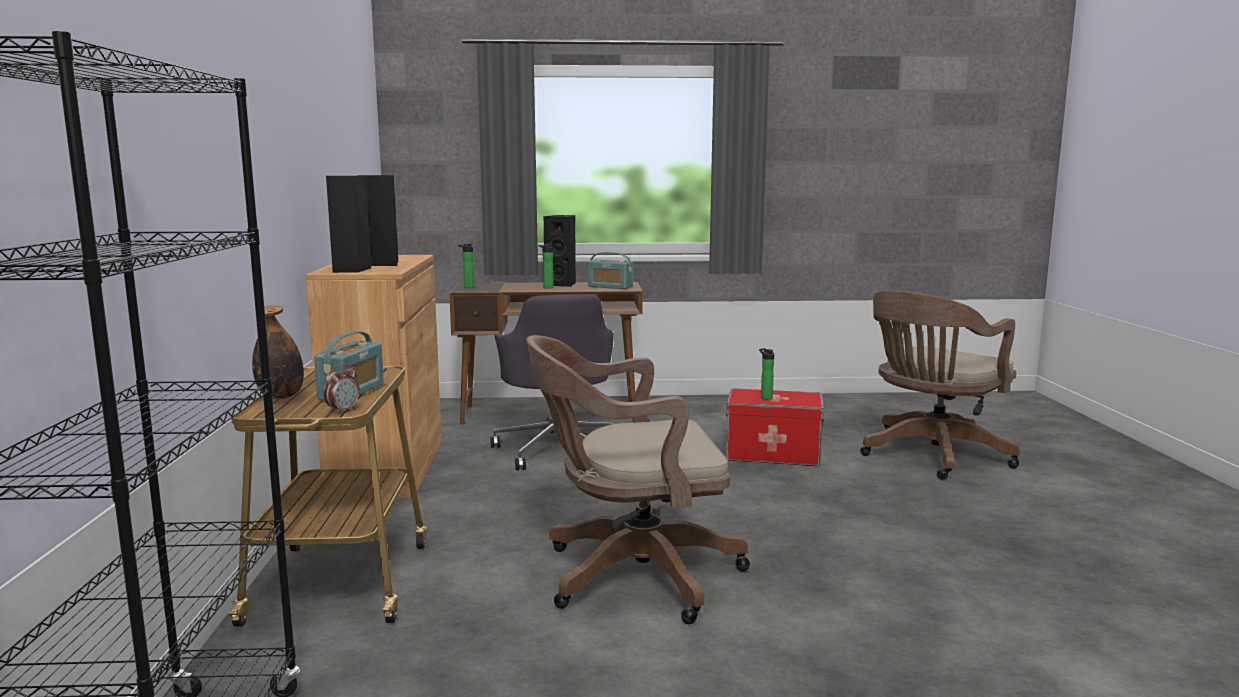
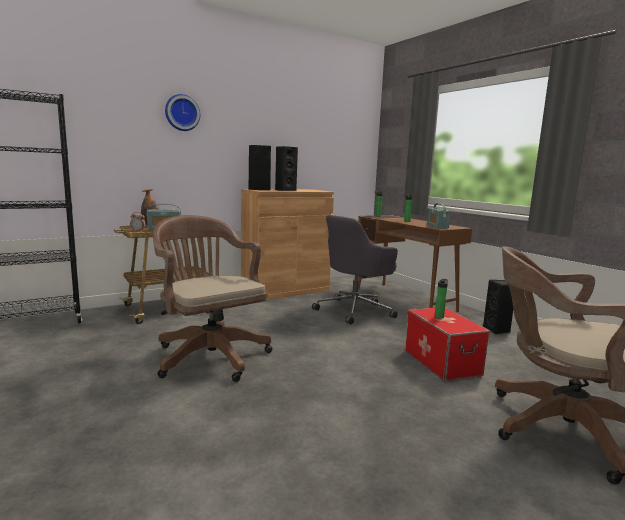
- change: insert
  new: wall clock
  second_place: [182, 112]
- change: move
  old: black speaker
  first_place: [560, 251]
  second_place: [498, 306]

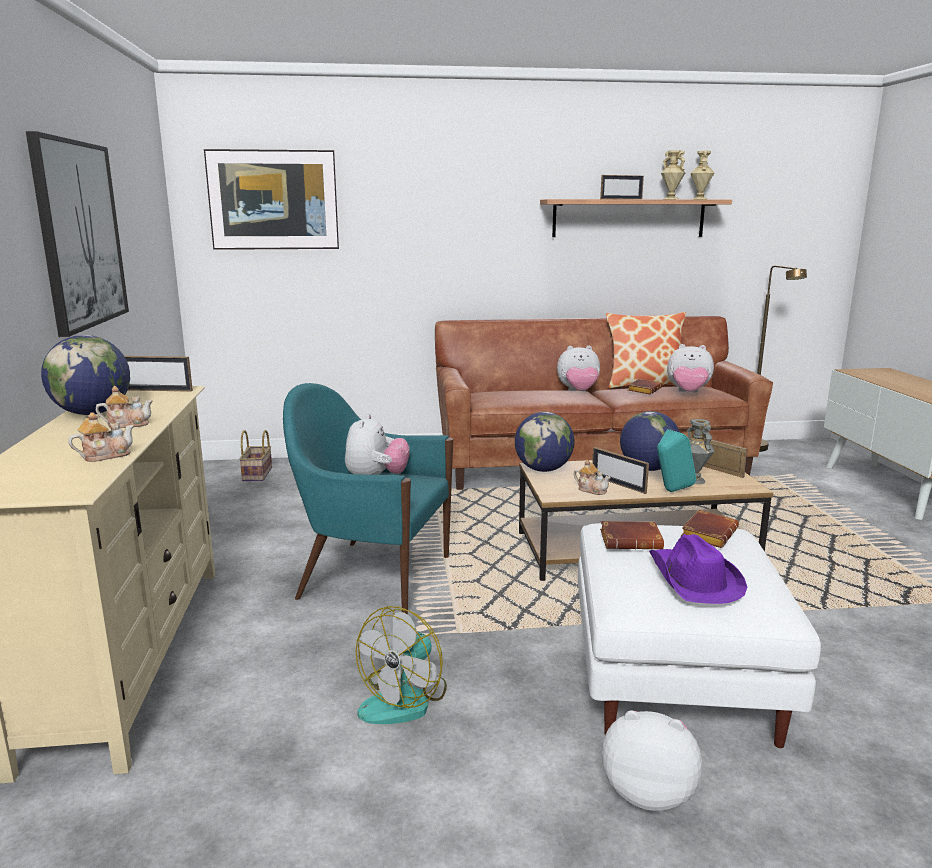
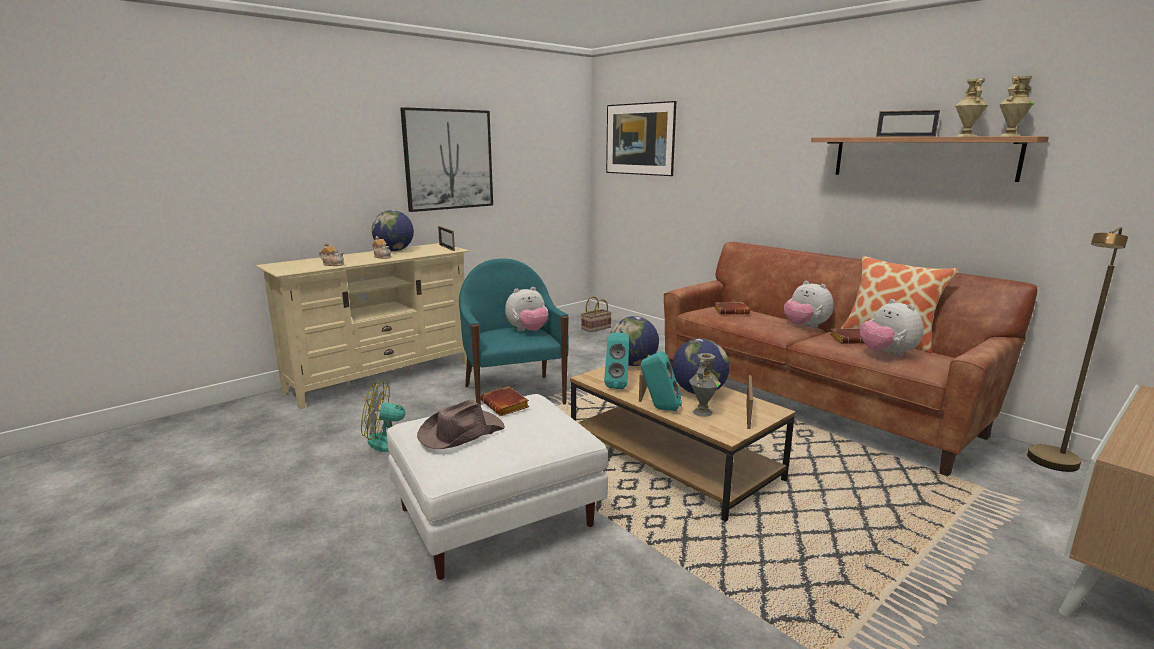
- change: recolor
  old: purple hat
  new: brown hat
  first_place: [698, 569]
  second_place: [461, 424]
- change: replace
  old: teapot
  new: turquoise speaker
  first_place: [592, 477]
  second_place: [616, 361]
- change: move
  old: brown book
  first_place: [710, 529]
  second_place: [732, 308]
- change: delete
  old: plush toy
  first_place: [652, 760]

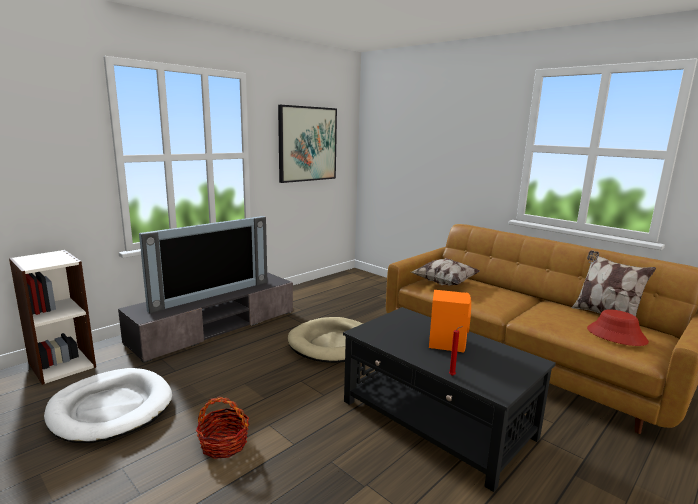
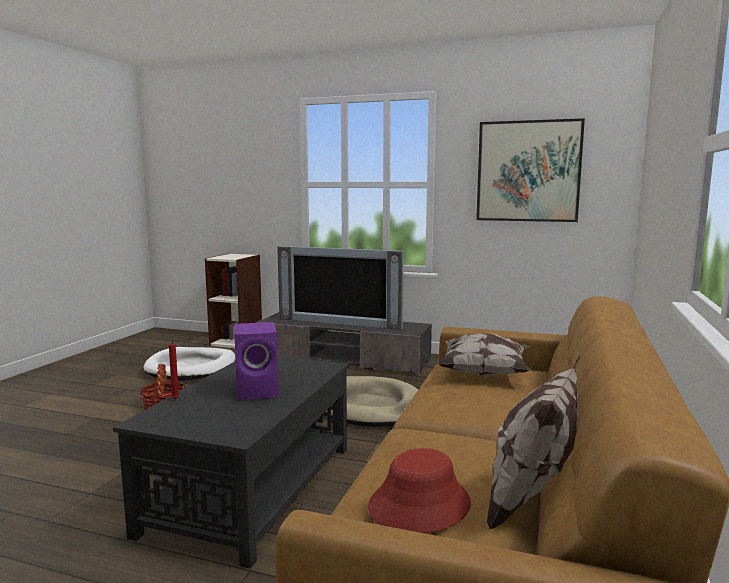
- change: recolor
  old: orange speaker
  new: purple speaker
  first_place: [450, 321]
  second_place: [256, 360]

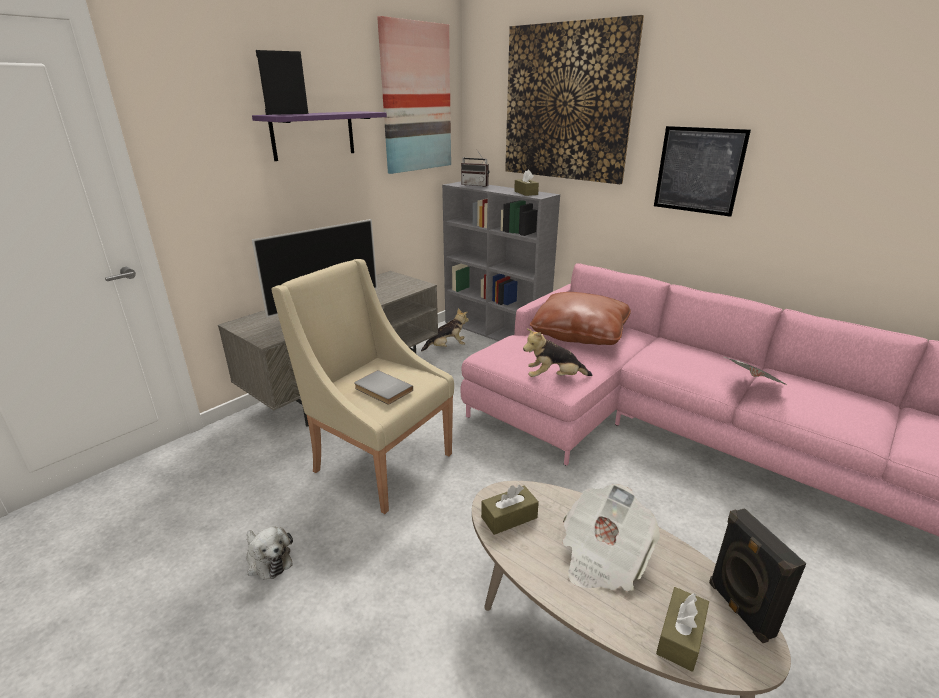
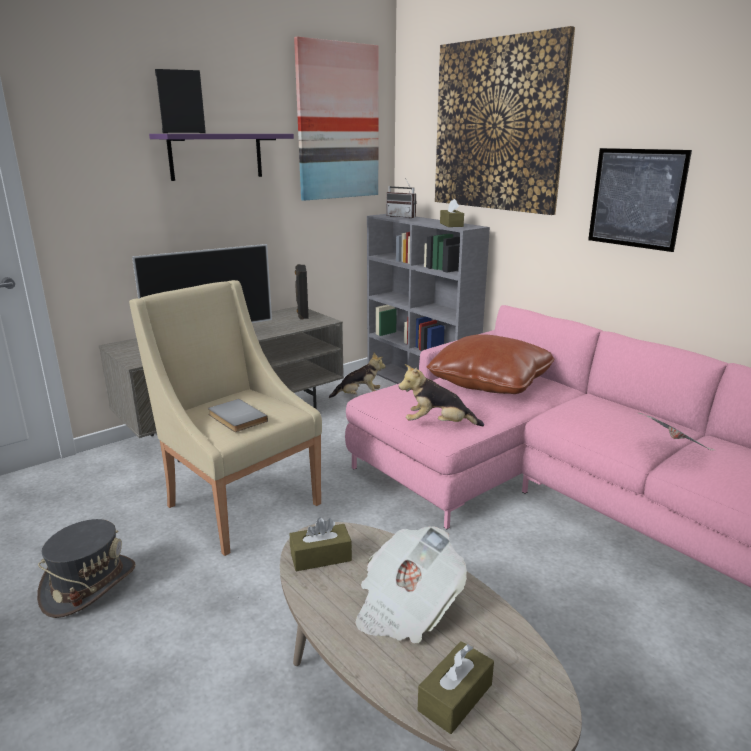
- change: replace
  old: plush toy
  new: grey hat
  first_place: [269, 552]
  second_place: [86, 568]
- change: move
  old: black speaker
  first_place: [757, 575]
  second_place: [302, 292]

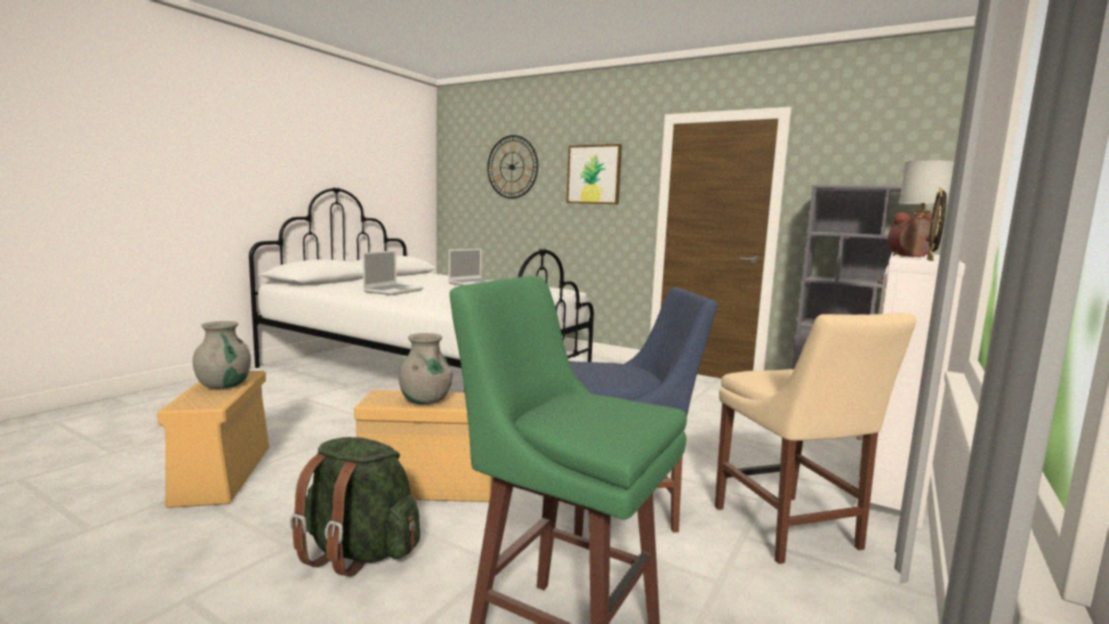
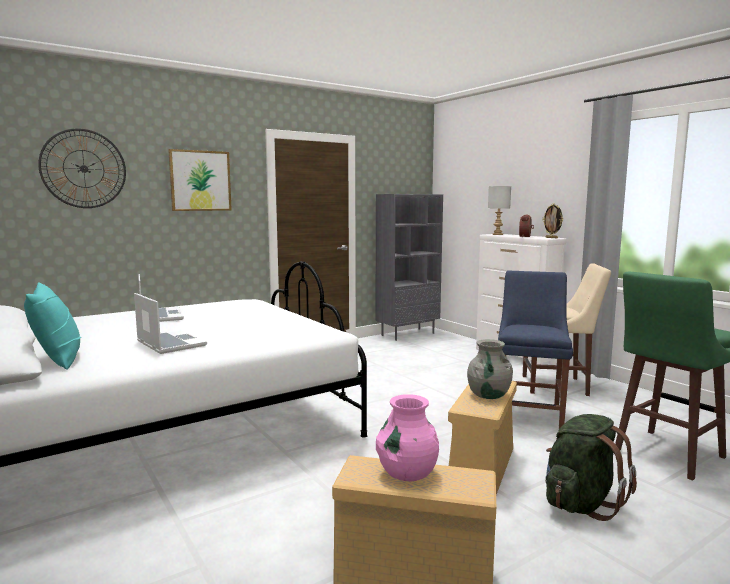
- change: insert
  new: turquoise pillow
  second_place: [52, 326]
- change: recolor
  old: grey vase
  new: pink vase
  first_place: [222, 355]
  second_place: [407, 438]

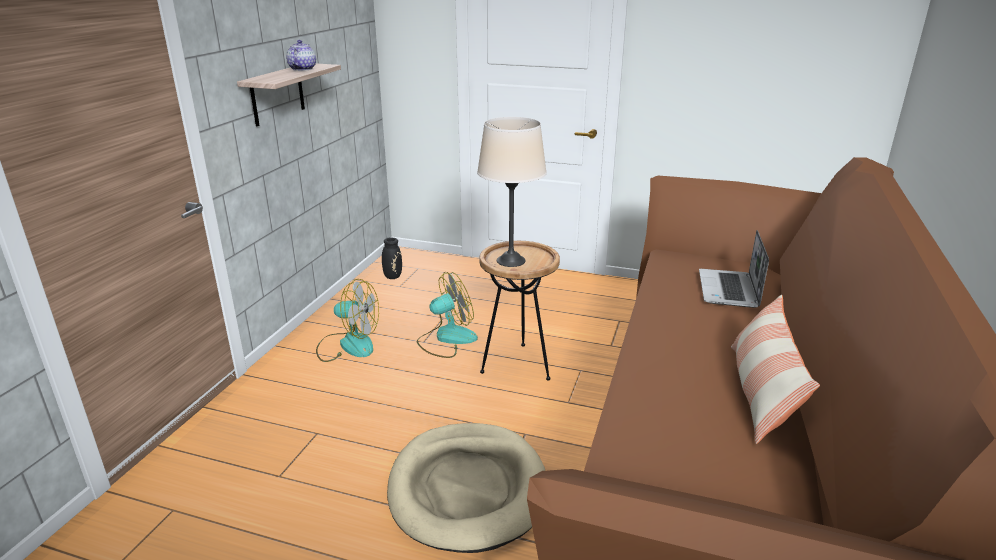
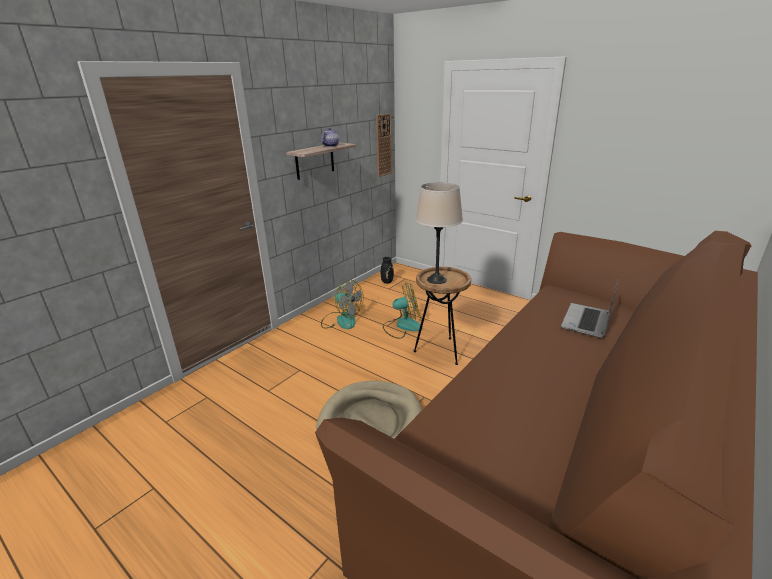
- change: insert
  new: wall clock
  second_place: [384, 145]
- change: delete
  old: pillow
  first_place: [775, 369]

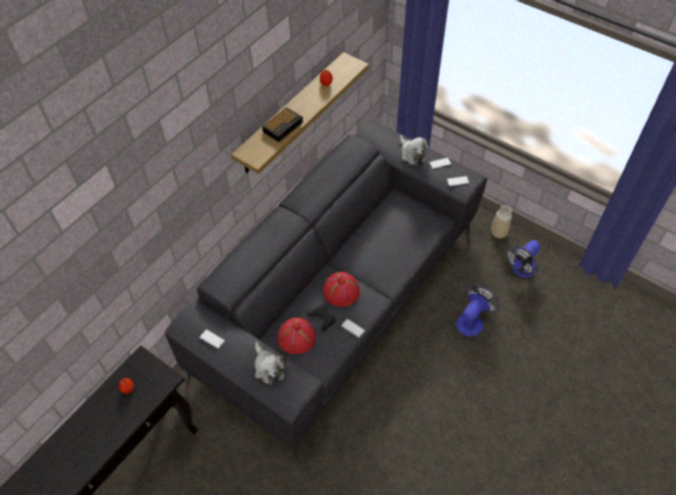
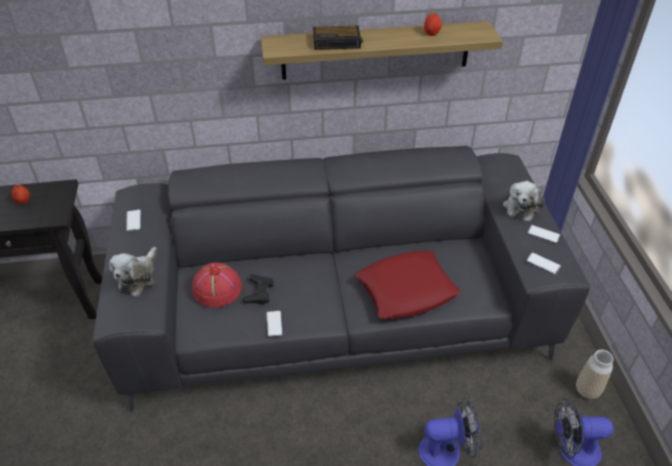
- change: insert
  new: red pillow
  second_place: [408, 285]
- change: delete
  old: red hat
  first_place: [341, 289]

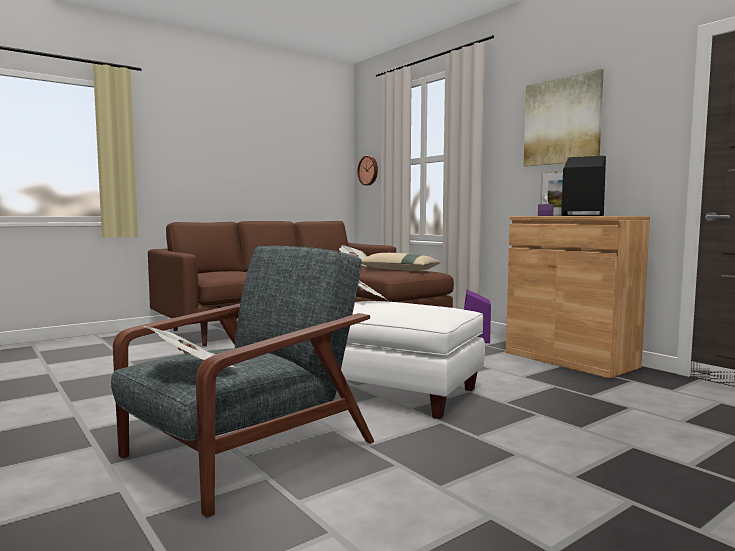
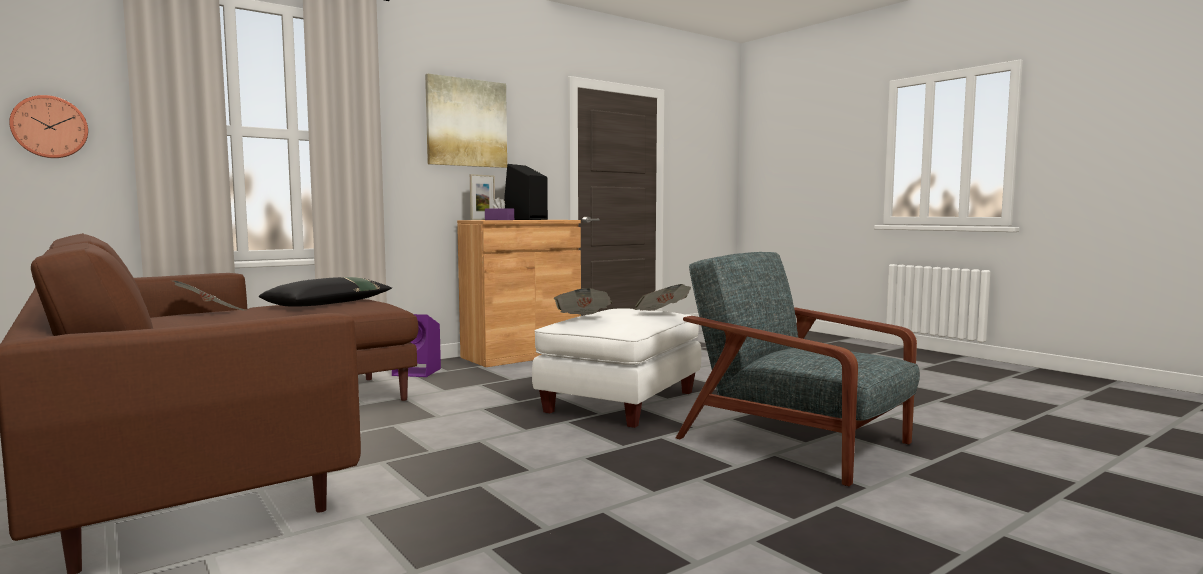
- change: recolor
  old: beige pillow
  new: black pillow
  first_place: [400, 262]
  second_place: [325, 292]
- change: move
  old: newspaper
  first_place: [190, 347]
  second_place: [662, 297]

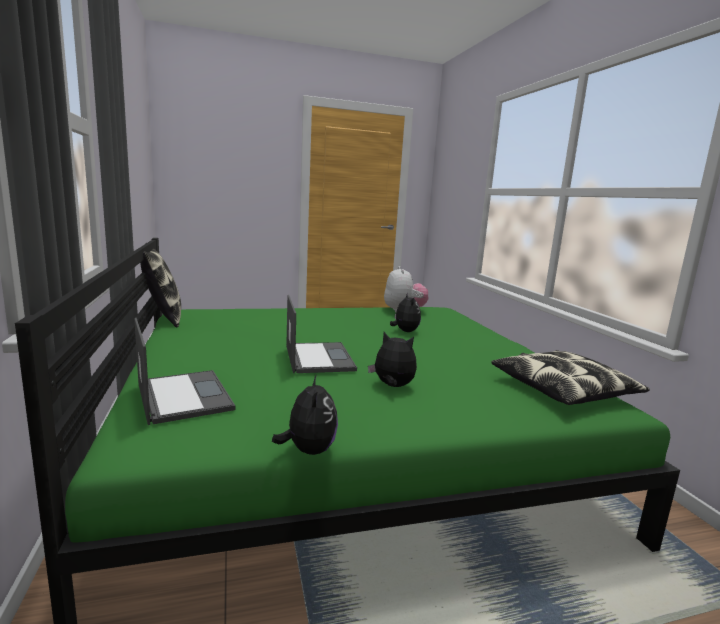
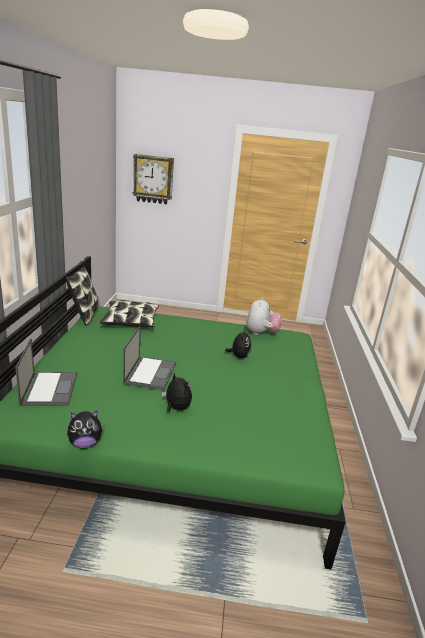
- change: rotate
  old: plush toy
  first_place: [305, 414]
  second_place: [85, 429]
  degrees: 60
- change: move
  old: pillow
  first_place: [570, 377]
  second_place: [129, 313]
- change: insert
  new: wall clock
  second_place: [153, 179]

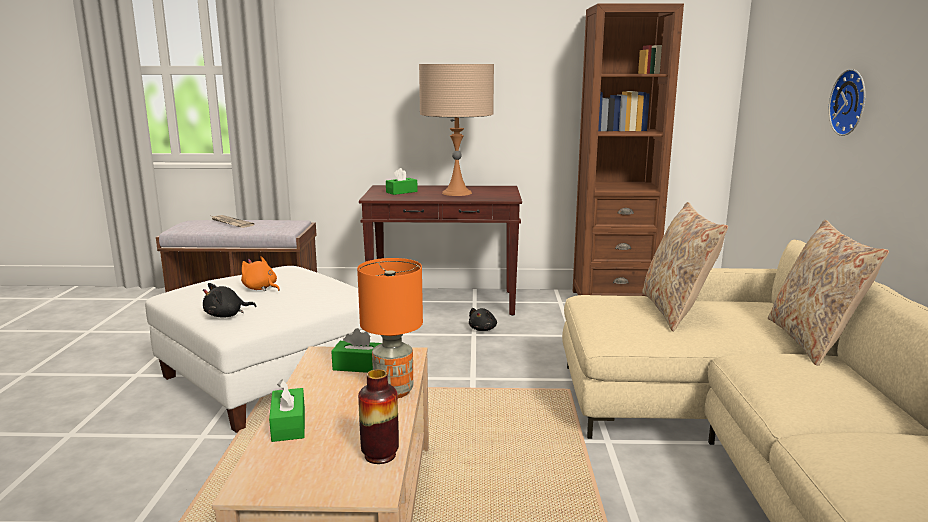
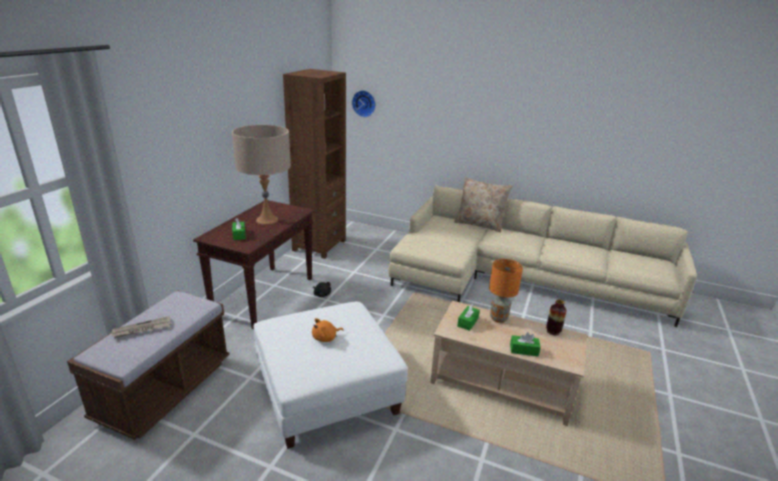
- change: move
  old: wall clock
  first_place: [846, 102]
  second_place: [364, 103]
- change: delete
  old: black plush toy
  first_place: [229, 300]
- change: delete
  old: beige pillow
  first_place: [685, 267]

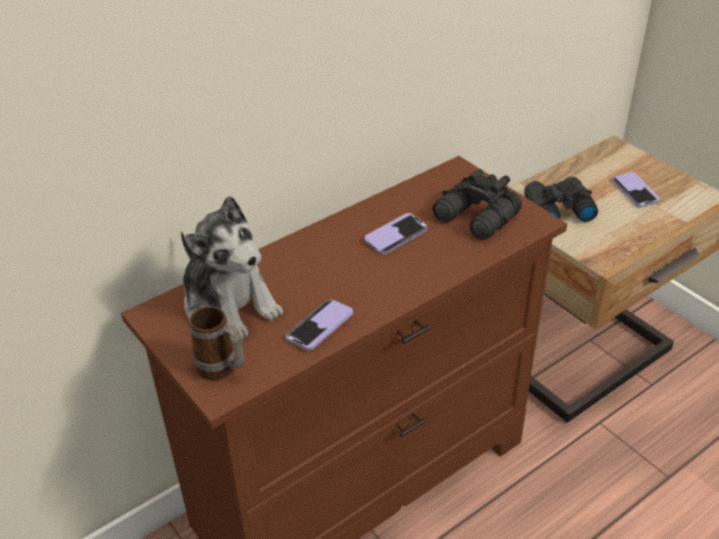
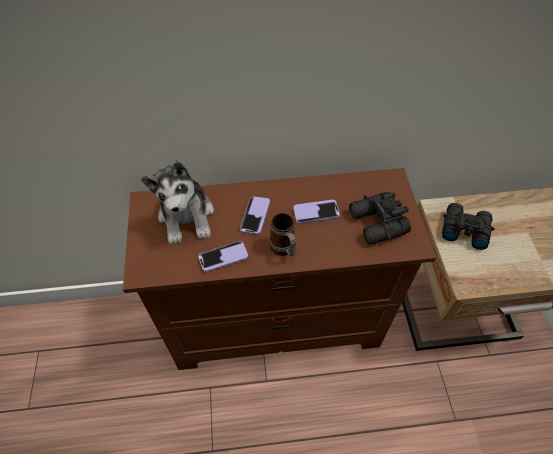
- change: move
  old: phone
  first_place: [636, 190]
  second_place: [255, 215]
- change: move
  old: mug
  first_place: [216, 343]
  second_place: [283, 234]

